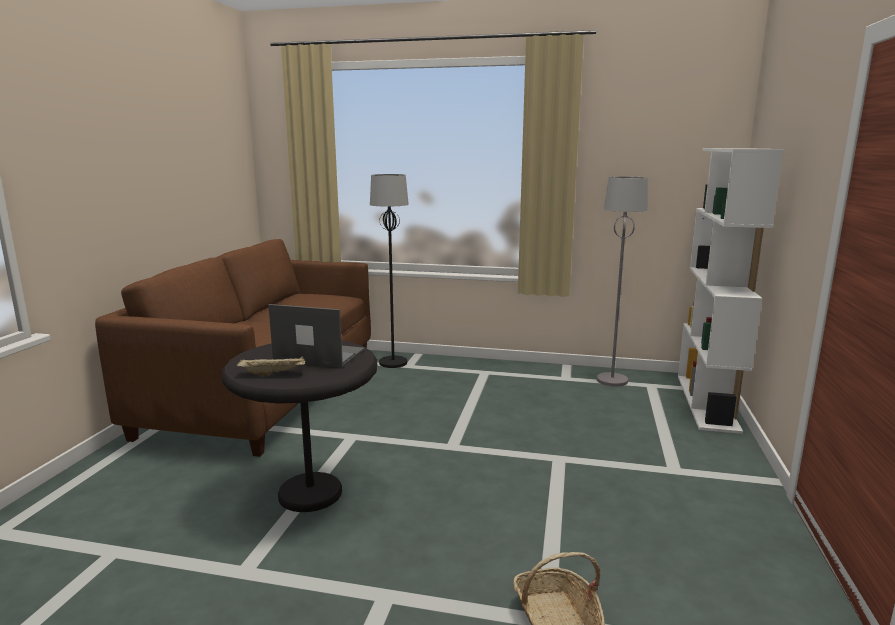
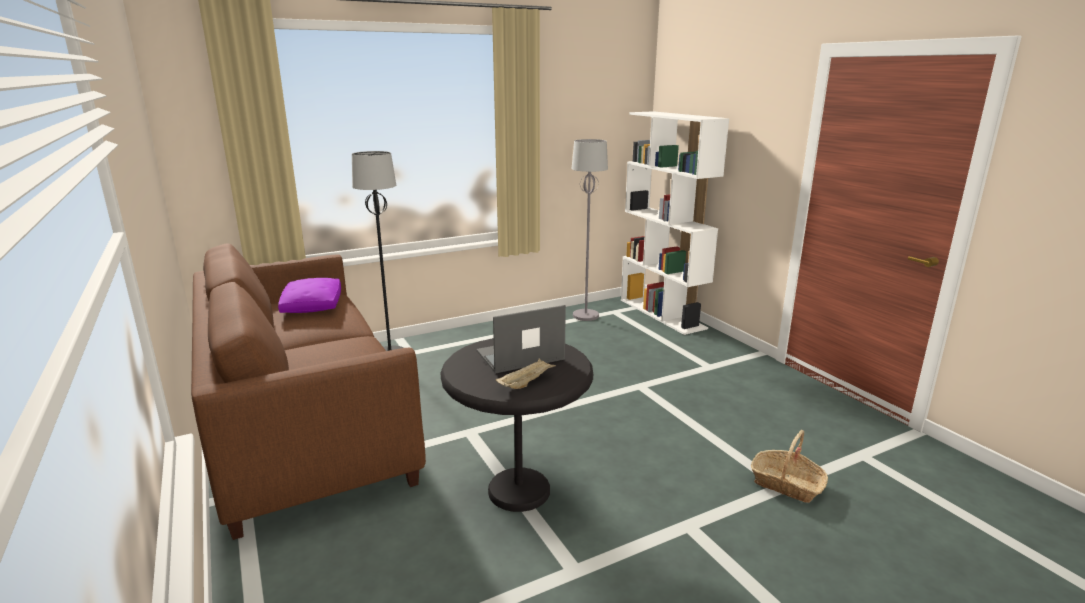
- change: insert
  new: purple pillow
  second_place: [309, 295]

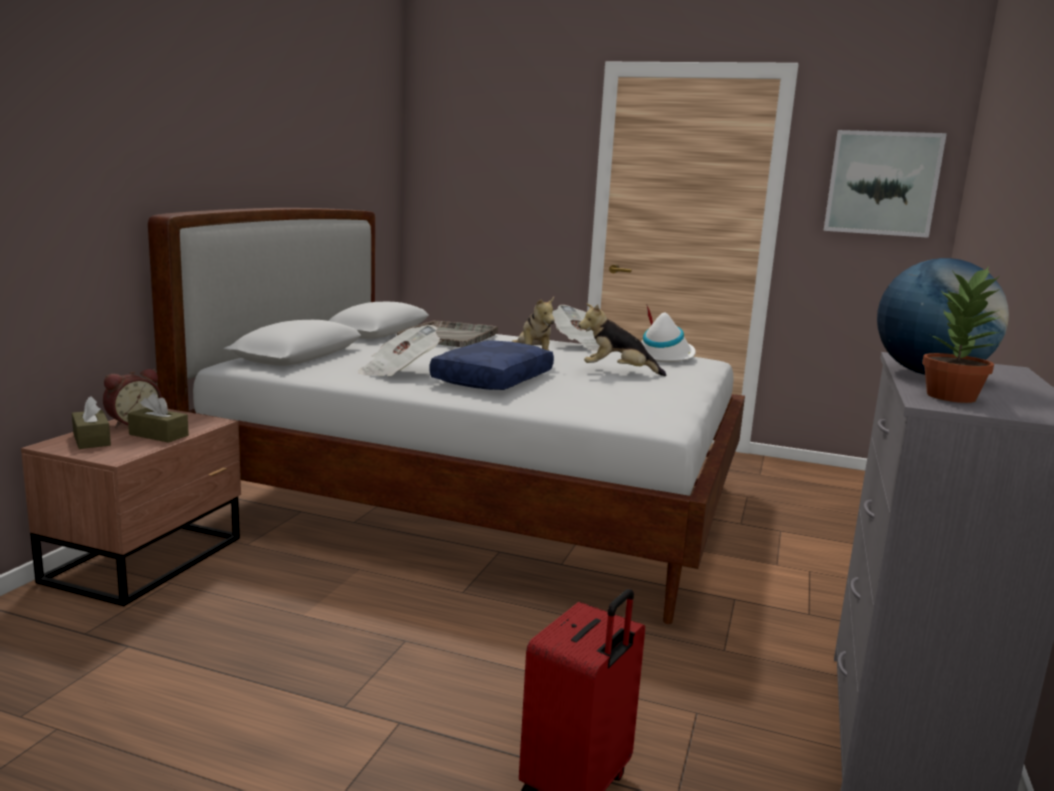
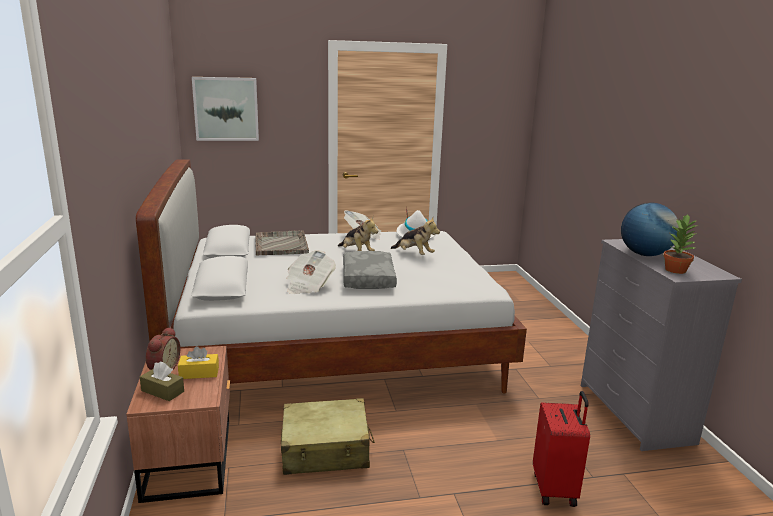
- change: recolor
  old: brown tissue box
  new: yellow tissue box
  first_place: [158, 418]
  second_place: [198, 362]
- change: move
  old: picture
  first_place: [885, 184]
  second_place: [225, 109]
- change: insert
  new: beige suitcase
  second_place: [328, 436]
- change: recolor
  old: blue pillow
  new: grey pillow
  first_place: [491, 365]
  second_place: [370, 270]
- change: rotate
  old: plush toy
  first_place: [622, 339]
  second_place: [415, 236]
  degrees: -120

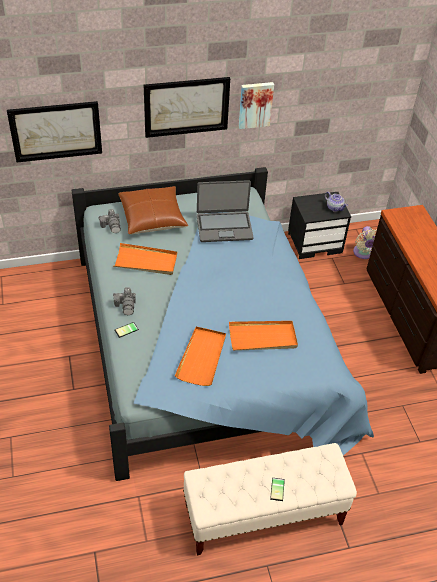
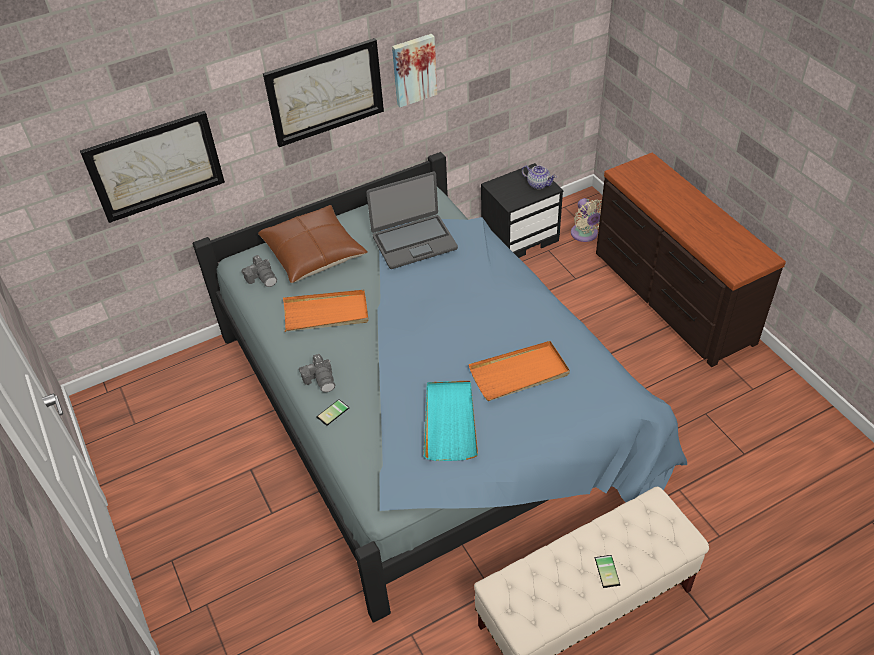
- change: recolor
  old: orange tray
  new: turquoise tray
  first_place: [200, 356]
  second_place: [450, 421]

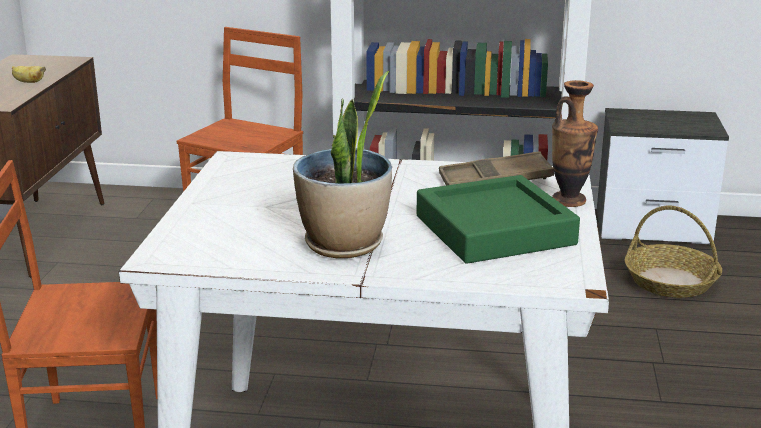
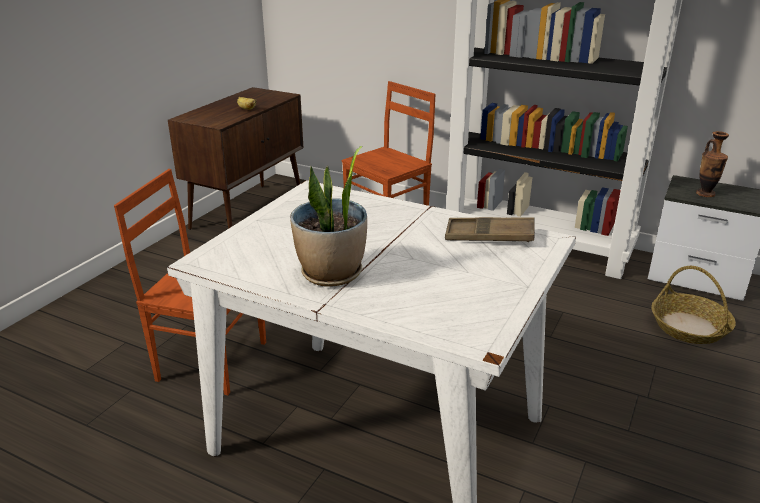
- change: move
  old: vase
  first_place: [575, 143]
  second_place: [712, 164]
- change: delete
  old: green tray
  first_place: [498, 219]

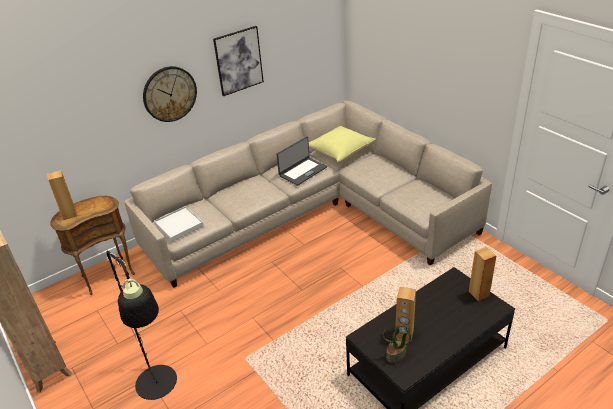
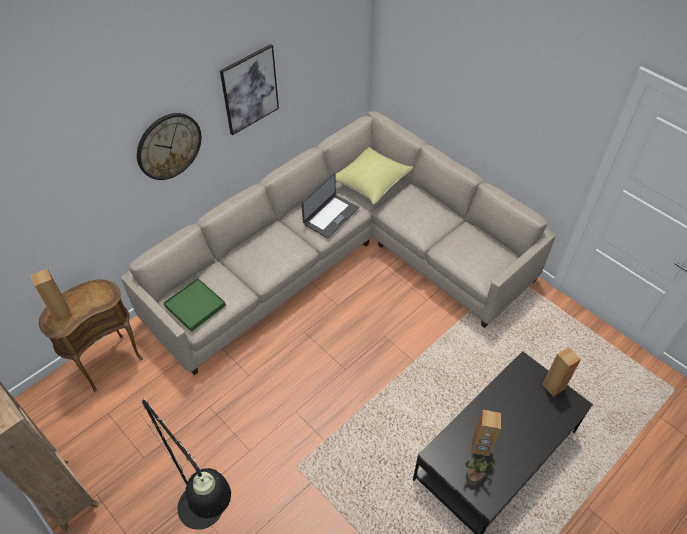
- change: recolor
  old: white tray
  new: green tray
  first_place: [179, 224]
  second_place: [194, 305]

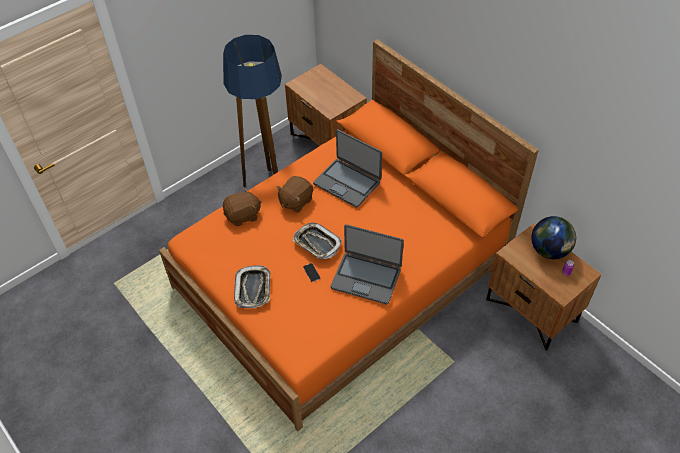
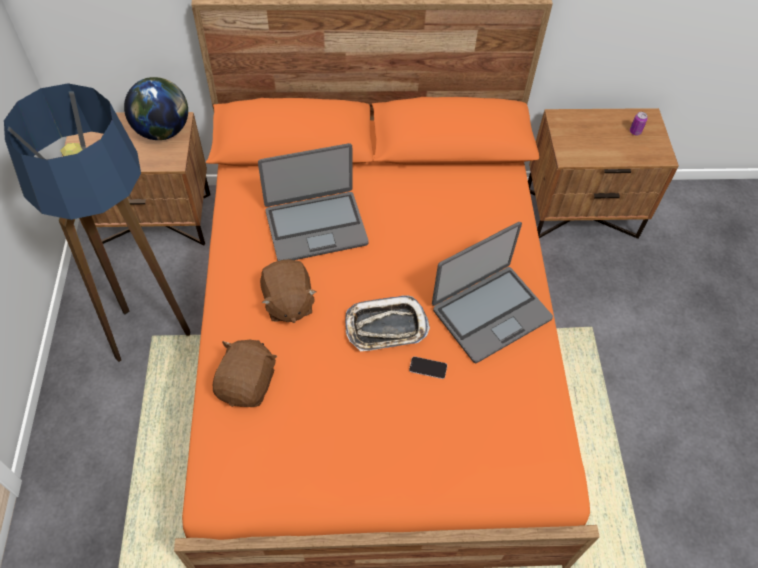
- change: move
  old: globe
  first_place: [553, 237]
  second_place: [156, 108]
- change: delete
  old: tray
  first_place: [252, 286]

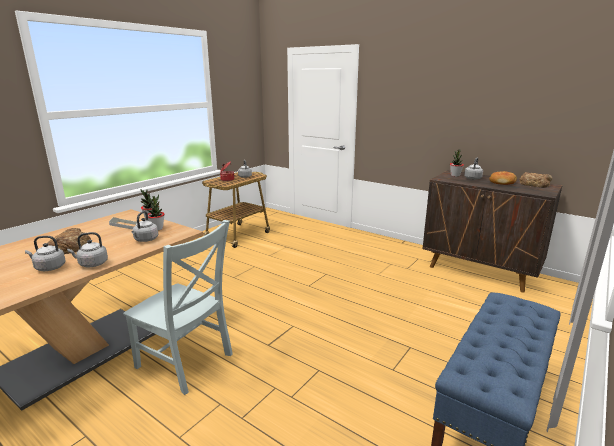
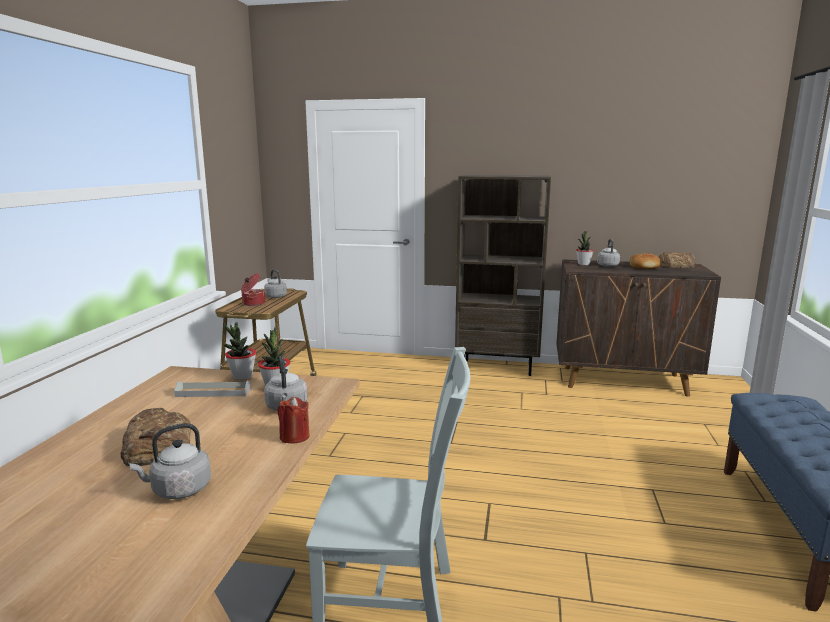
- change: insert
  new: red candle
  second_place: [293, 420]
- change: insert
  new: brown bookcase
  second_place: [503, 275]
- change: delete
  old: grey kettle
  first_place: [87, 249]

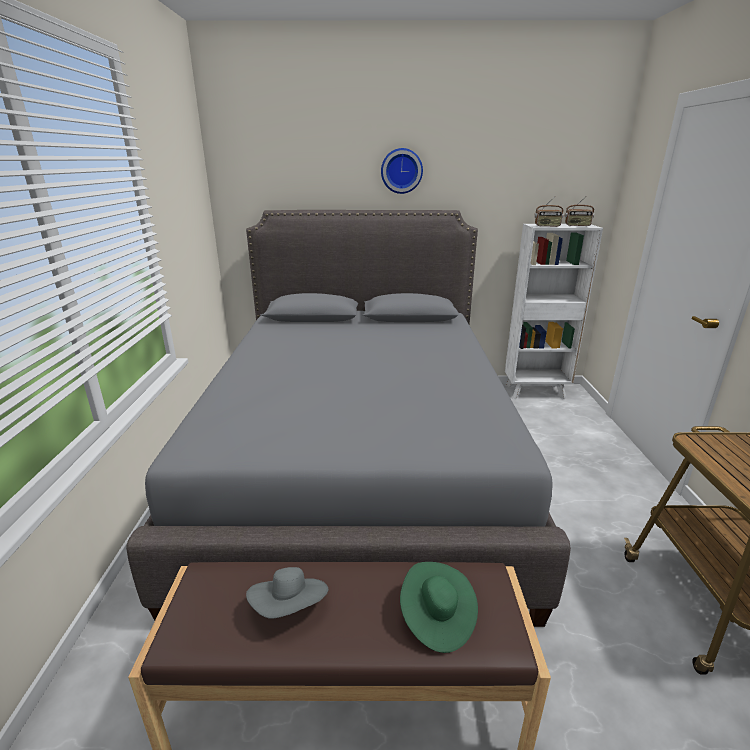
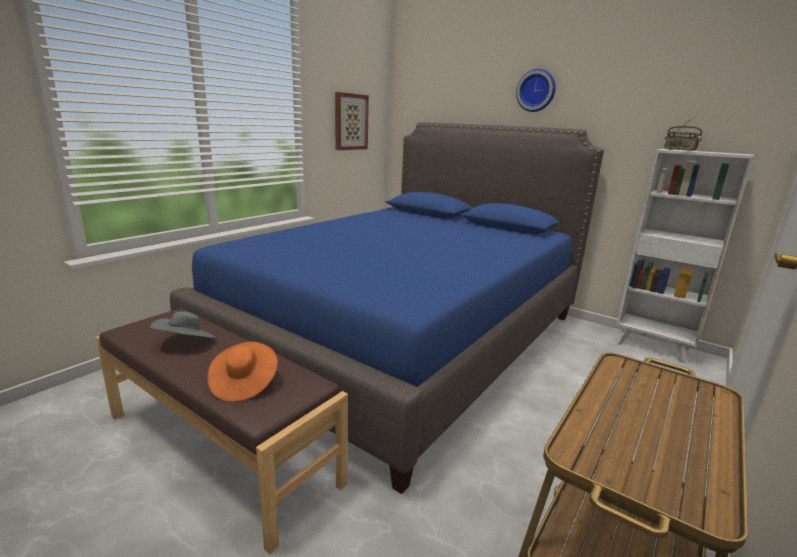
- change: recolor
  old: grey bed
  new: blue bed
  first_place: [348, 418]
  second_place: [387, 308]
- change: recolor
  old: green hat
  new: orange hat
  first_place: [439, 607]
  second_place: [243, 372]
- change: insert
  new: picture
  second_place: [352, 121]
- change: delete
  old: radio
  first_place: [579, 212]

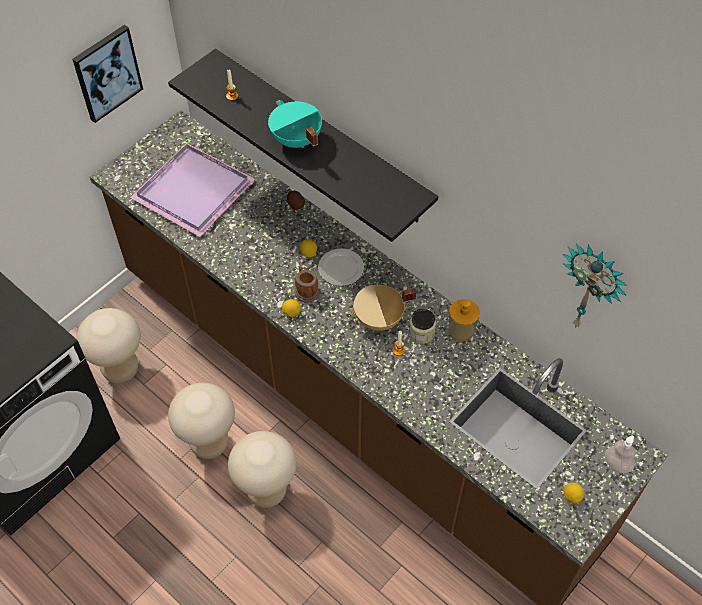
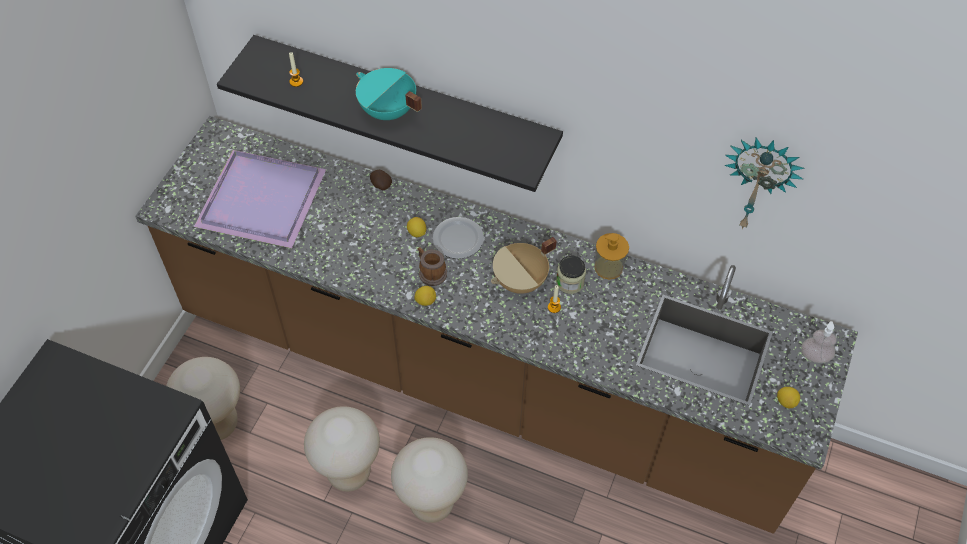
- change: delete
  old: picture
  first_place: [107, 74]

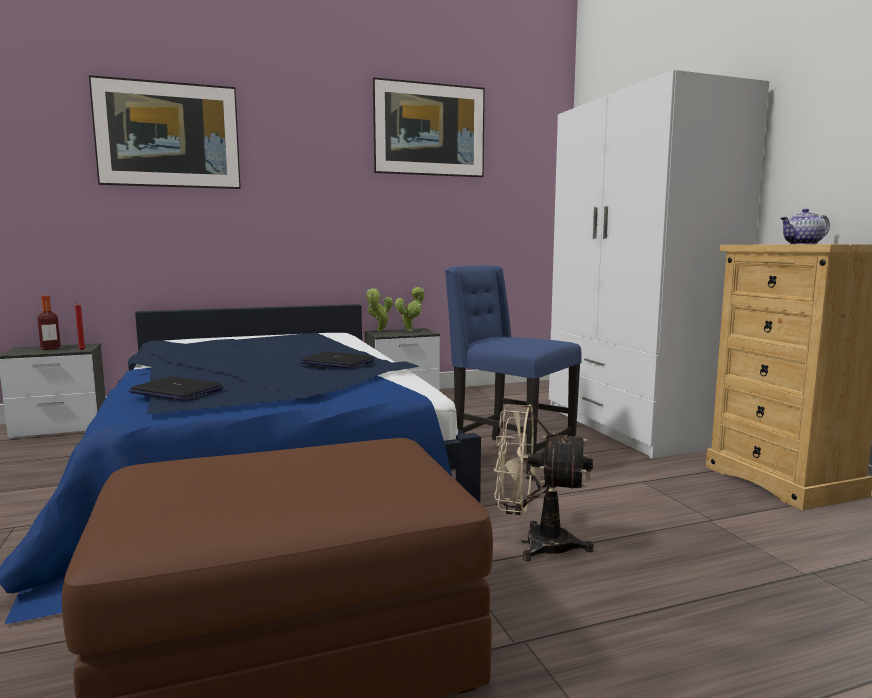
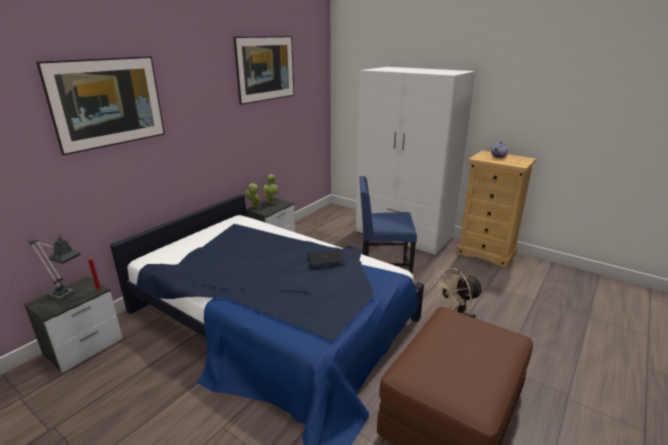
- change: replace
  old: bottle
  new: table lamp
  first_place: [49, 323]
  second_place: [55, 268]
- change: delete
  old: laptop
  first_place: [176, 389]

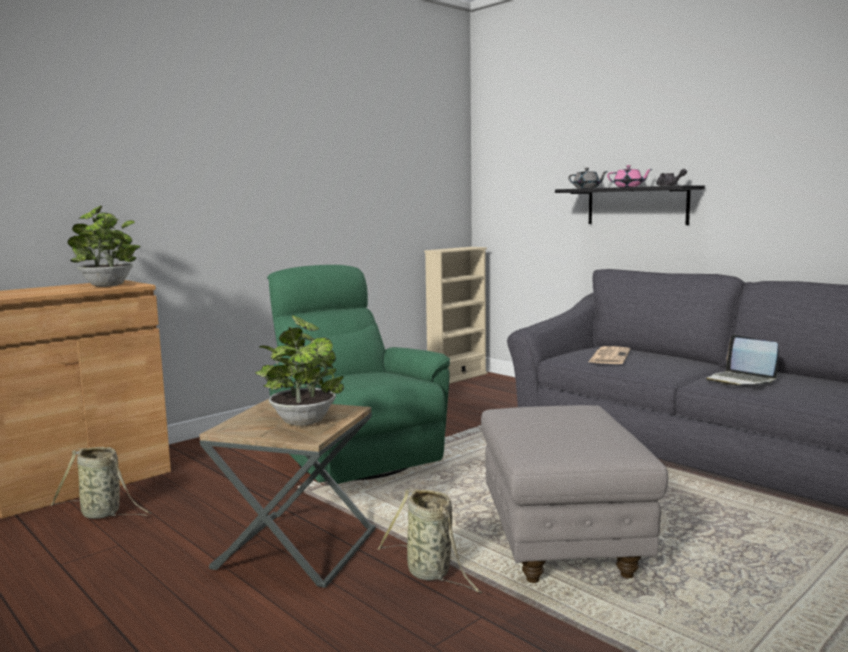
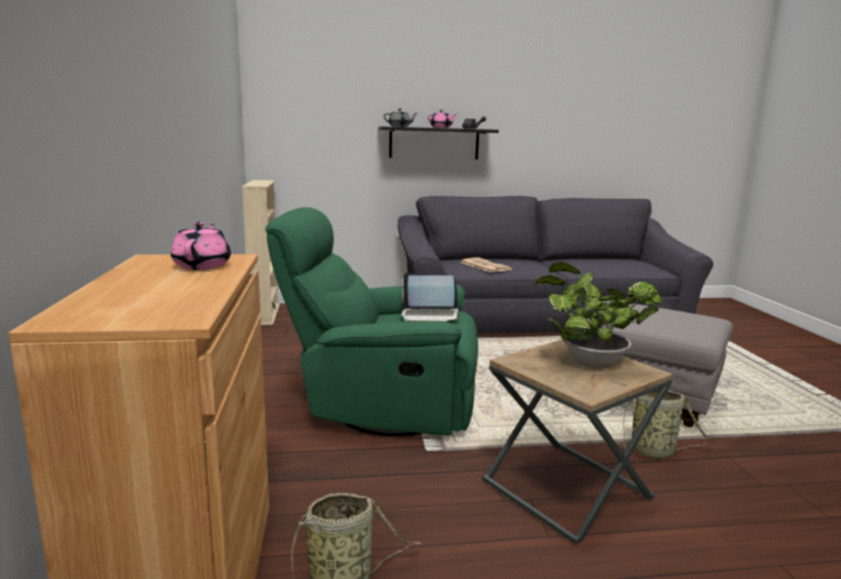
- change: replace
  old: potted plant
  new: pink teapot
  first_place: [104, 246]
  second_place: [201, 245]
- change: move
  old: laptop
  first_place: [742, 360]
  second_place: [431, 297]

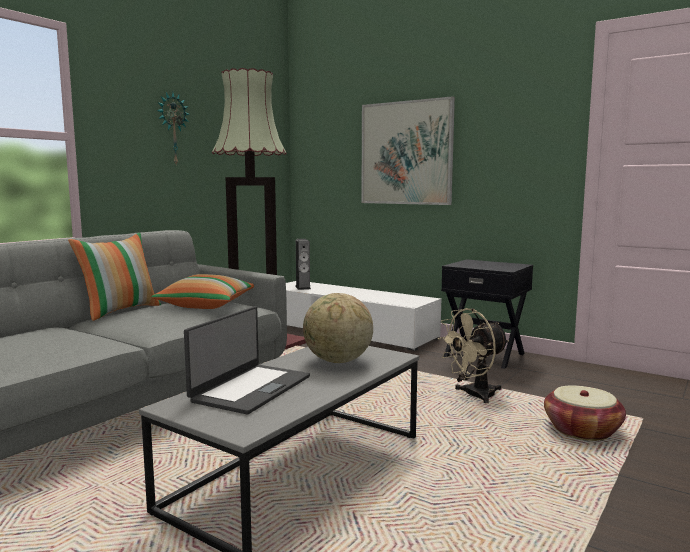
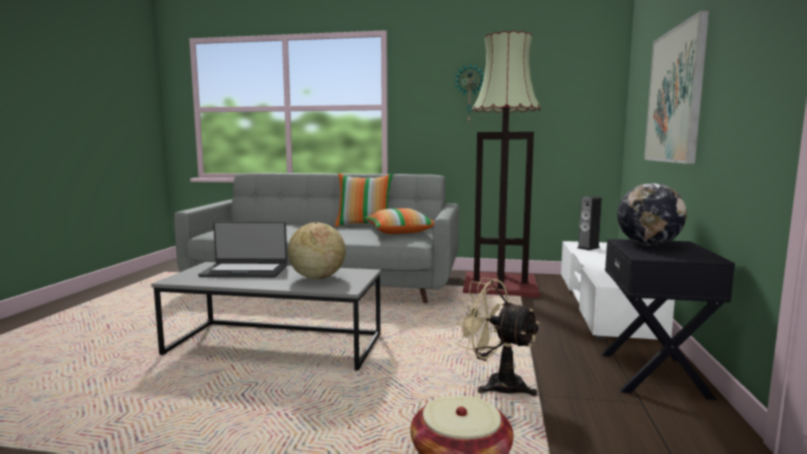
- change: insert
  new: globe
  second_place: [652, 214]

